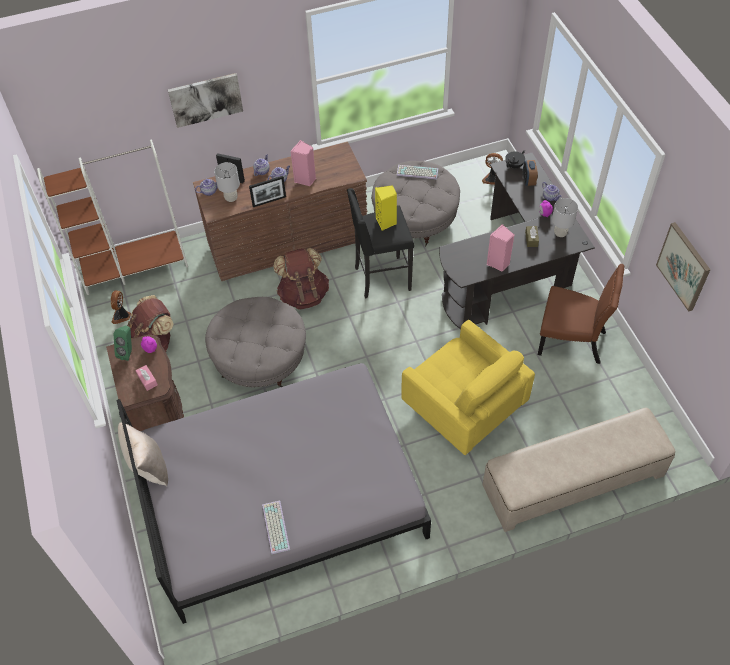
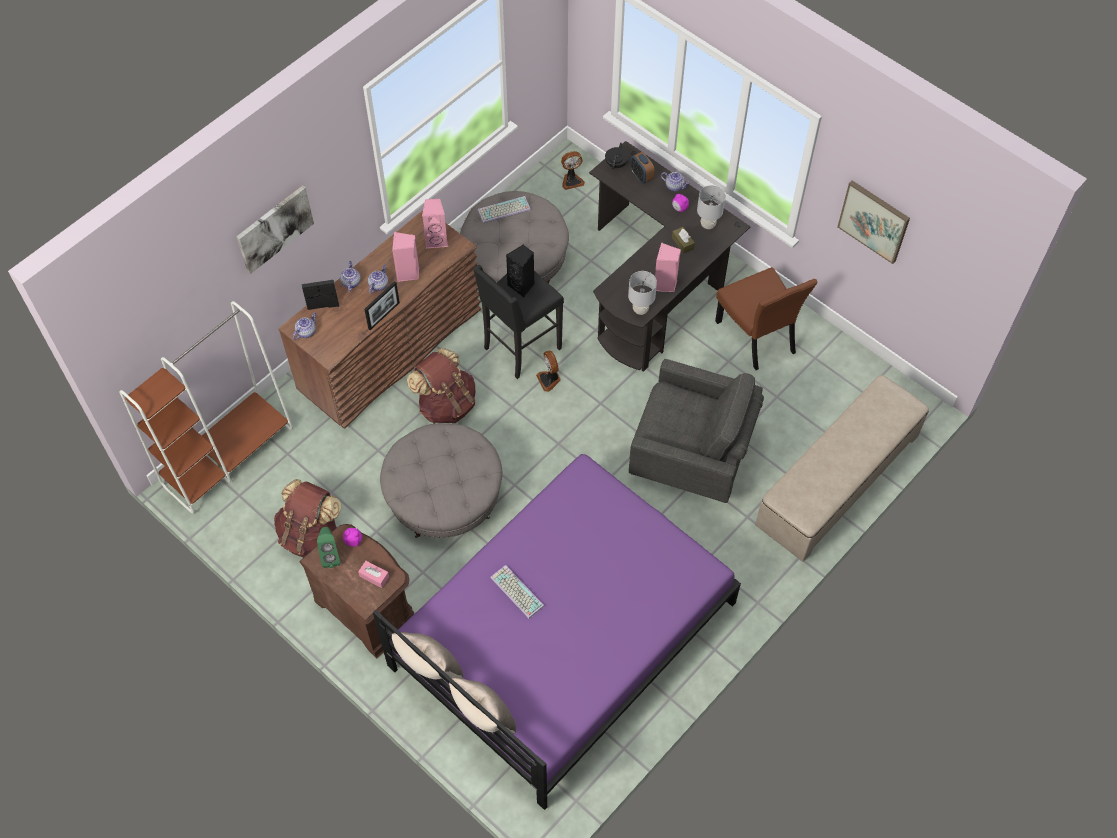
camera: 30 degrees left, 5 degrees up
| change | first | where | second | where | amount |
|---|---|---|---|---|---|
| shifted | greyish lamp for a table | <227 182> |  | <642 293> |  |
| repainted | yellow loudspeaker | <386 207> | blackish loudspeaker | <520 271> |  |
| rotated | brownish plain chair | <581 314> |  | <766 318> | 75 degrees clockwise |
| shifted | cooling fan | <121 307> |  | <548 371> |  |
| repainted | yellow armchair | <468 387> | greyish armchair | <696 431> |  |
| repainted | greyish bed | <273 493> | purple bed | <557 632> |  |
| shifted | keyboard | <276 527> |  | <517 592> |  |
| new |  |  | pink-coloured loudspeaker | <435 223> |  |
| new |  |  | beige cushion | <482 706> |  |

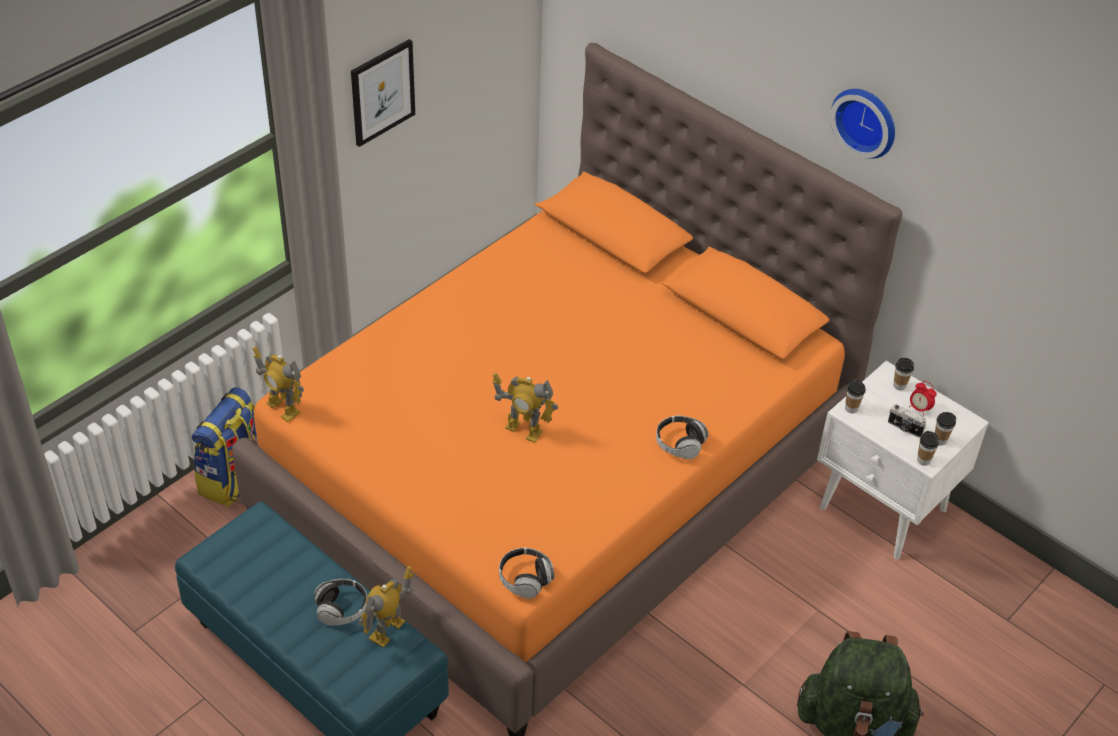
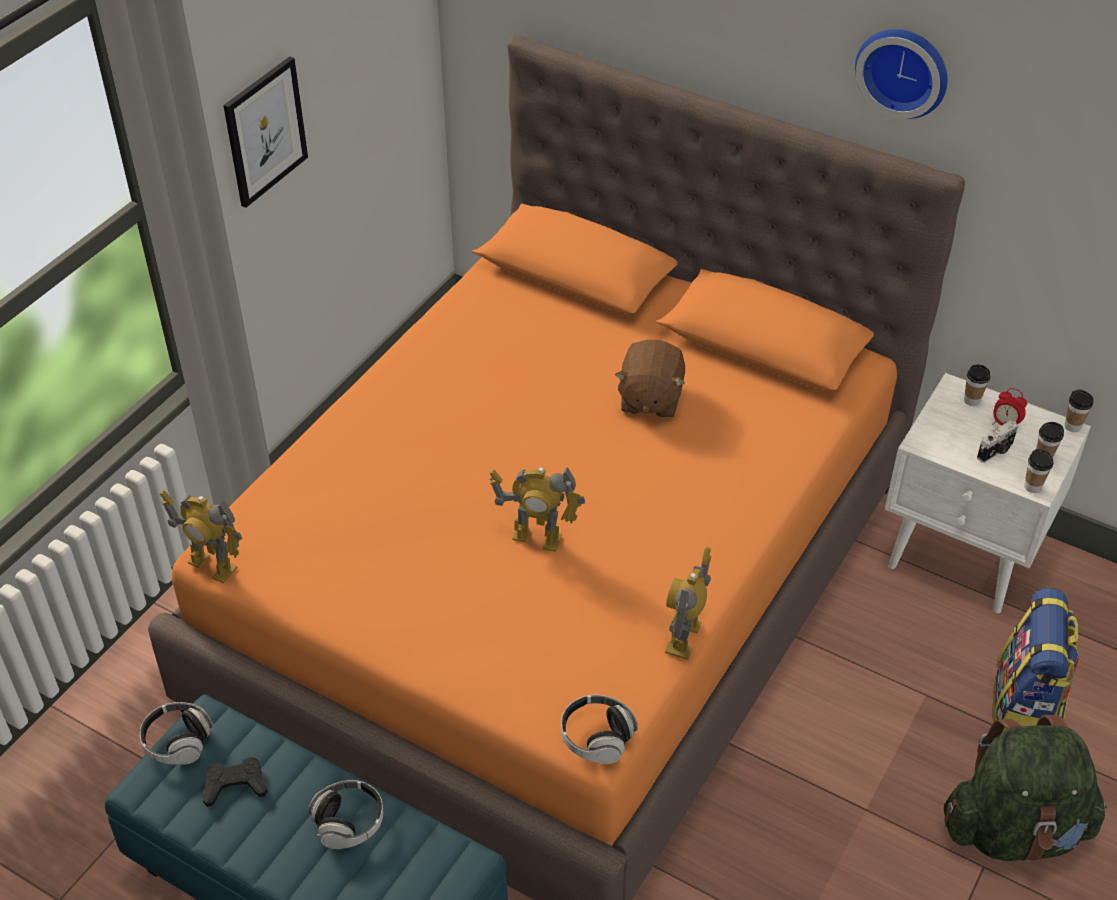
camera: 10 degrees left, 0 degrees up
| change | first | where | second | where | amount |
|---|---|---|---|---|---|
| shifted | cup | <855 396> |  | <1078 411> |  |
| shifted | backpack | <224 447> |  | <1035 659> |  |
| rotated | still camera | <907 421> |  | <997 441> | 60 degrees counterclockwise |
| shifted | pair of headphones | <682 437> |  | <176 733> |  |
| shifted | toy robot | <386 607> |  | <688 603> |  |
| new |  |  | brownish cuddly toy | <650 379> |  |
| new |  |  | blackish gamepad | <235 782> |  |

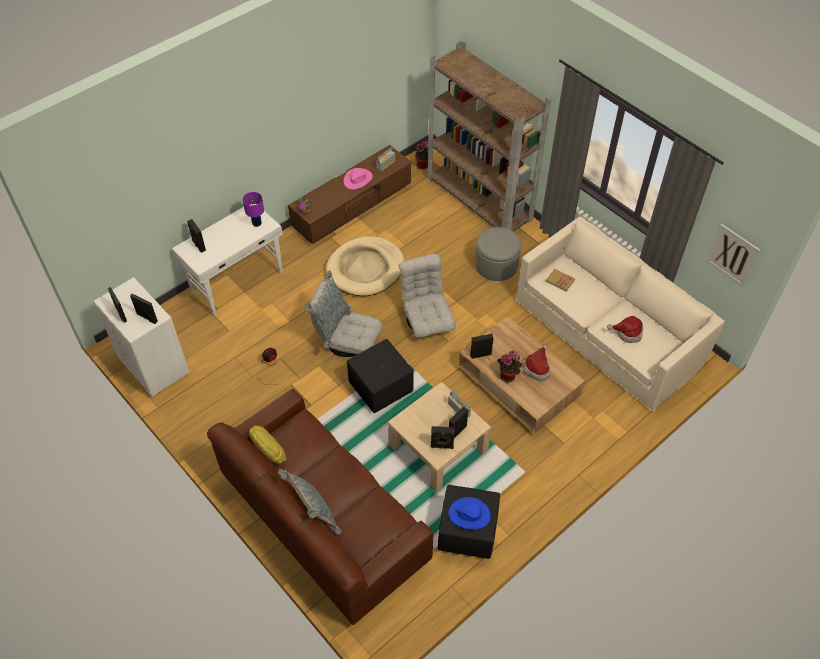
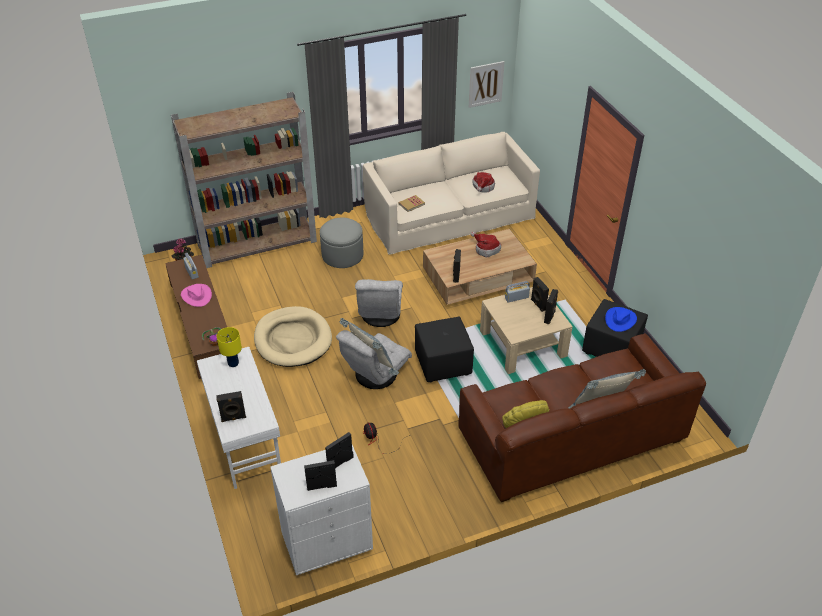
camera: 70 degrees left, 10 degrees down
| change | first | where | second | where | amount |
|---|---|---|---|---|---|
| repainted | purple lamp for a table | <253 209> | yellow lamp for a table | <229 347> |  |
| rotated | greyish armchair | <427 296> |  | <379 303> | 90 degrees counterclockwise |
| gone | houseplant | <509 366> |  |  |  |

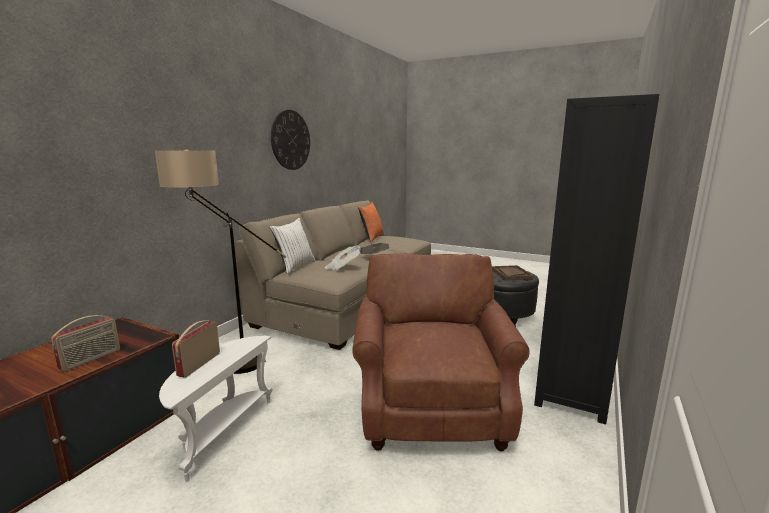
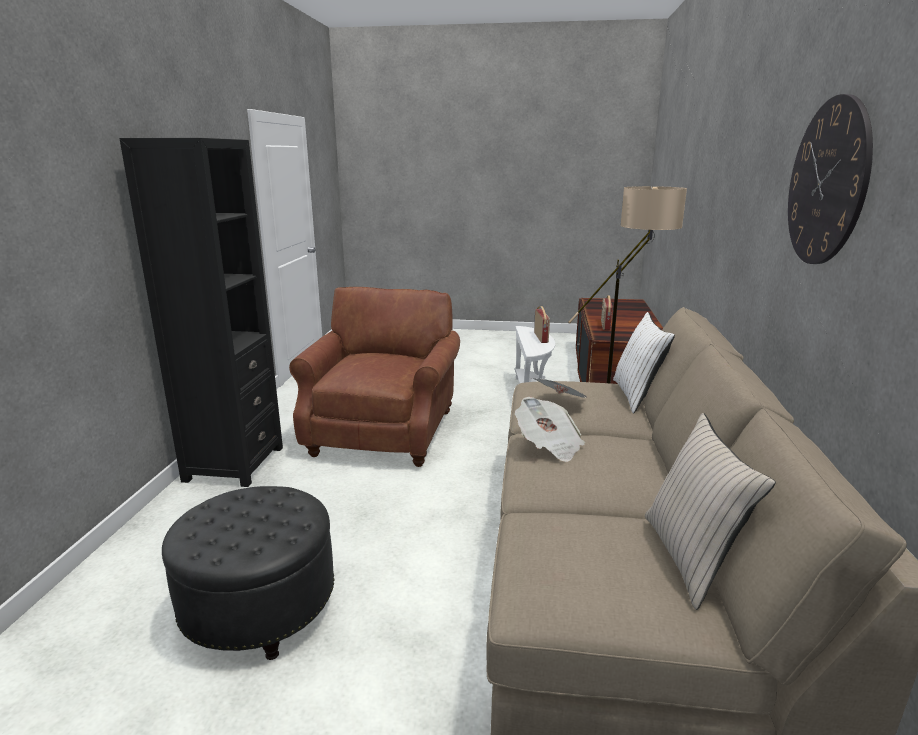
camera: 160 degrees right, 5 degrees up
| change | first | where | second | where | amount |
|---|---|---|---|---|---|
| repainted | orange cushion | <371 222> | beige cushion | <710 511> |  |
| rotated | brownish armchair | <441 352> |  | <374 377> | 150 degrees counterclockwise |
| gone | brownish serving tray | <513 272> |  |  |  |

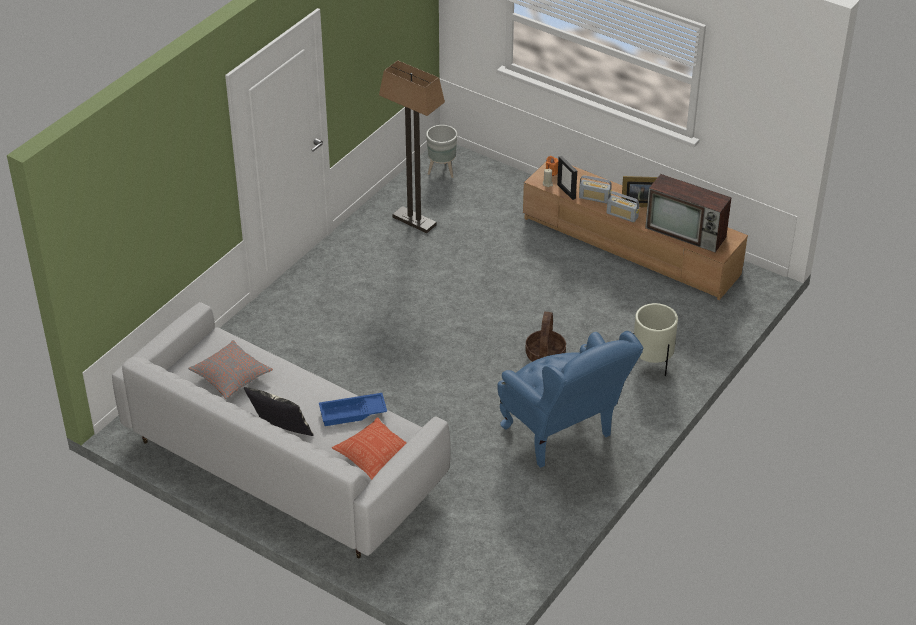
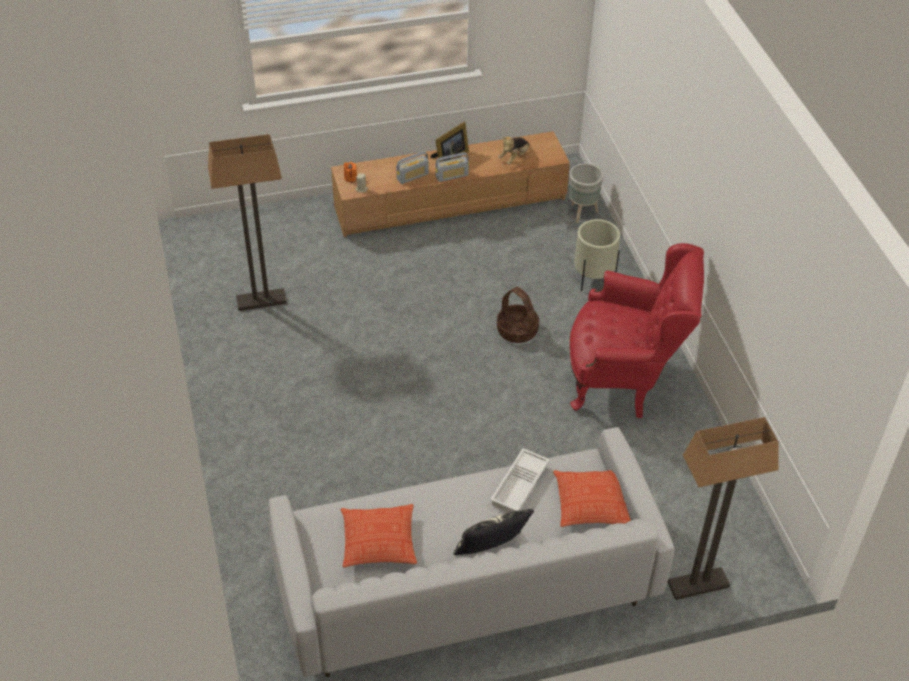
camera: 50 degrees left, 5 degrees up
| change | first | where | second | where | amount |
|---|---|---|---|---|---|
| shifted | greyish planter | <441 151> |  | <586 193> |  |
| gone | picture frame | <567 178> |  |  |  |
| swapped | TV | <688 213> | cuddly toy | <514 150> |  |
| repainted | blue-coloured armchair | <570 399> | reddish armchair | <637 330> |  |
| repainted | greyish cushion | <230 369> | orange cushion | <379 535> |  |
| repainted | blue-coloured serving tray | <353 409> | white serving tray | <520 480> |  |
| new |  |  | floor lamp | <723 508> |  |

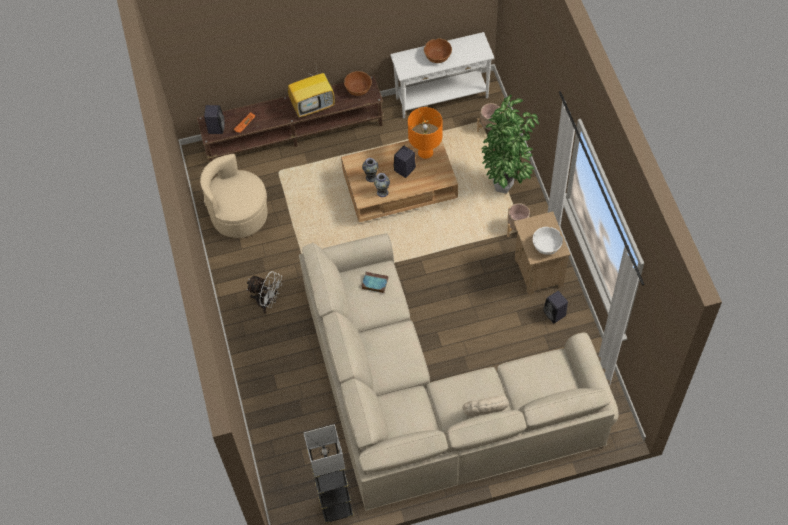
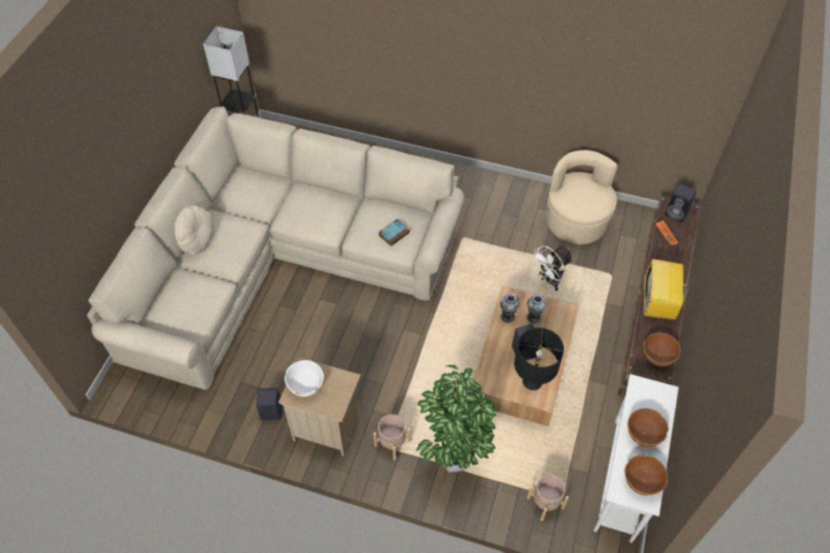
camera: 120 degrees right, 5 degrees down
| change | first | where | second | where | amount |
|---|---|---|---|---|---|
| repainted | orange lamp for a table | <425 133> | blackish lamp for a table | <539 359> |  |
| rotated | beige armchair | <234 196> |  | <581 197> | 60 degrees counterclockwise |
| shifted | white cooling fan | <264 292> |  | <552 268> |  |
| new |  |  | brownish deep dish | <646 475> |  |

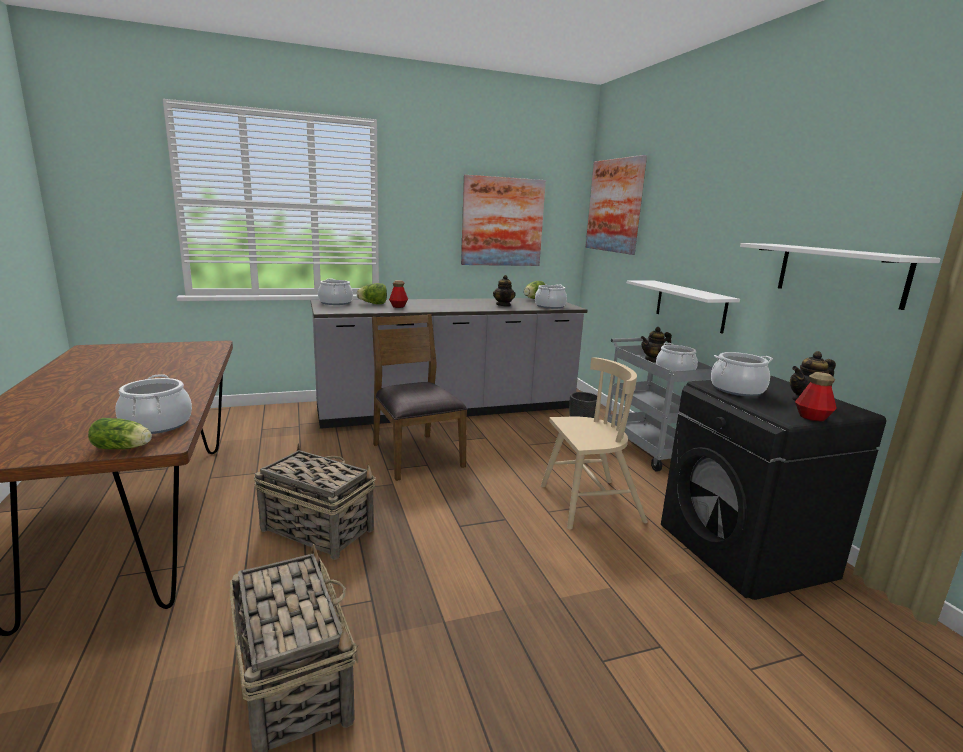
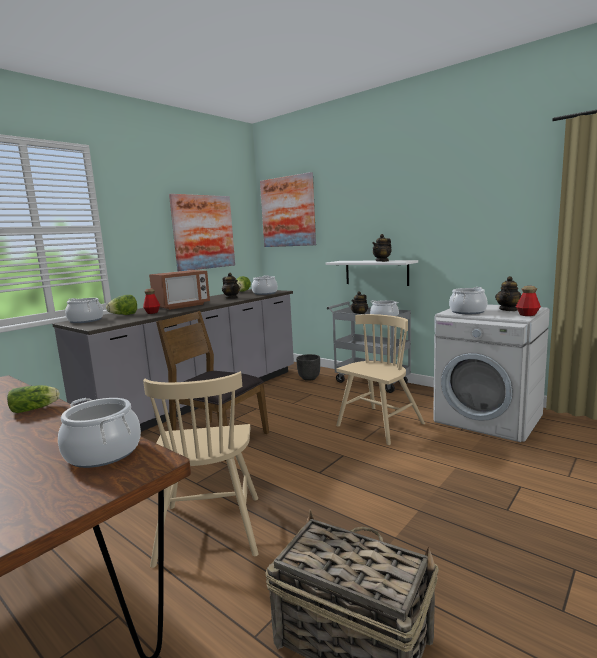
camera: 30 degrees left, 5 degrees down
| change | first | where | second | where | amount |
|---|---|---|---|---|---|
| gone | white bracket shelf | <840 276> |  |  |  |
| repainted | blackish laundry machine | <773 488> | white laundry machine | <491 373> |  |
| shifted | lettuce head | <120 433> |  | <33 399> |  |
| swapped | household basket | <315 501> | beige plain chair | <200 469> |  |
| new |  |  | teapot | <382 248> |  |
| new |  |  | microwave oven | <179 290> |  |

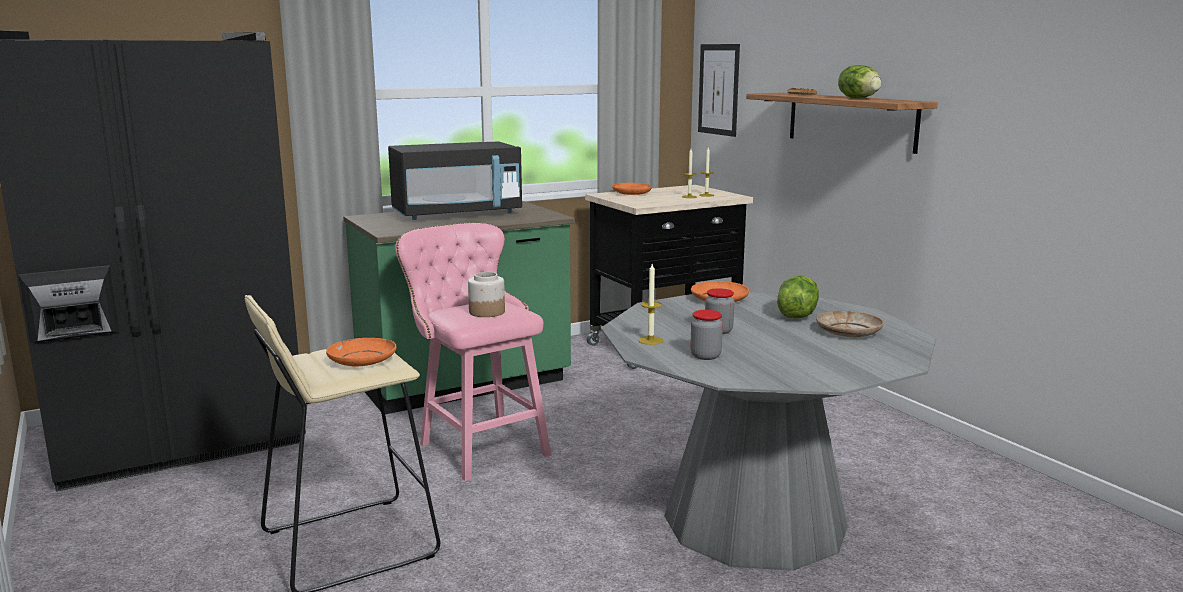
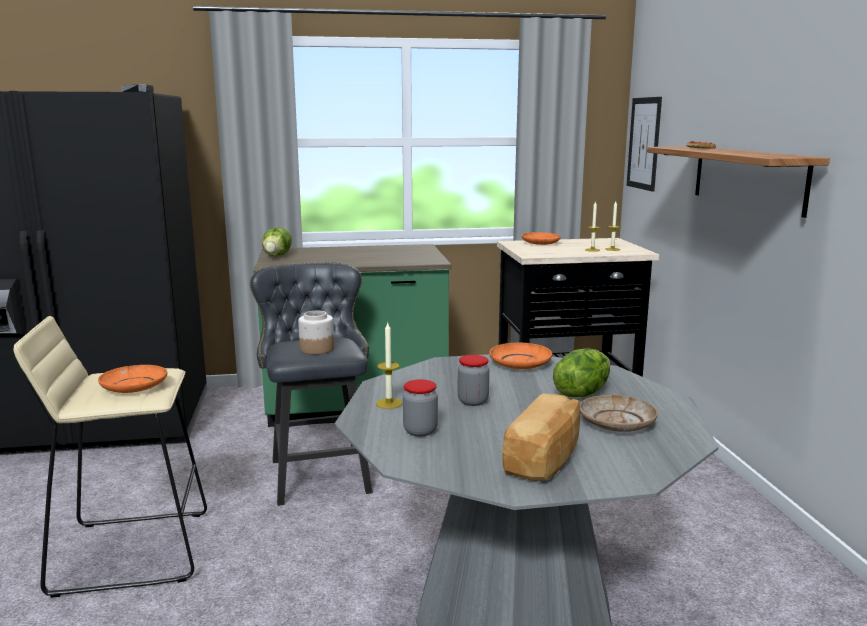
camera: 20 degrees right, 0 degrees up
| change | first | where | second | where | amount |
|---|---|---|---|---|---|
| shifted | lettuce head | <859 81> |  | <277 241> |  |
| gone | blackish microwave oven | <455 180> |  |  |  |
| repainted | pink-coloured sitting stool | <473 351> | greyish sitting stool | <311 384> |  |
| new |  |  | bread | <541 437> |  |

